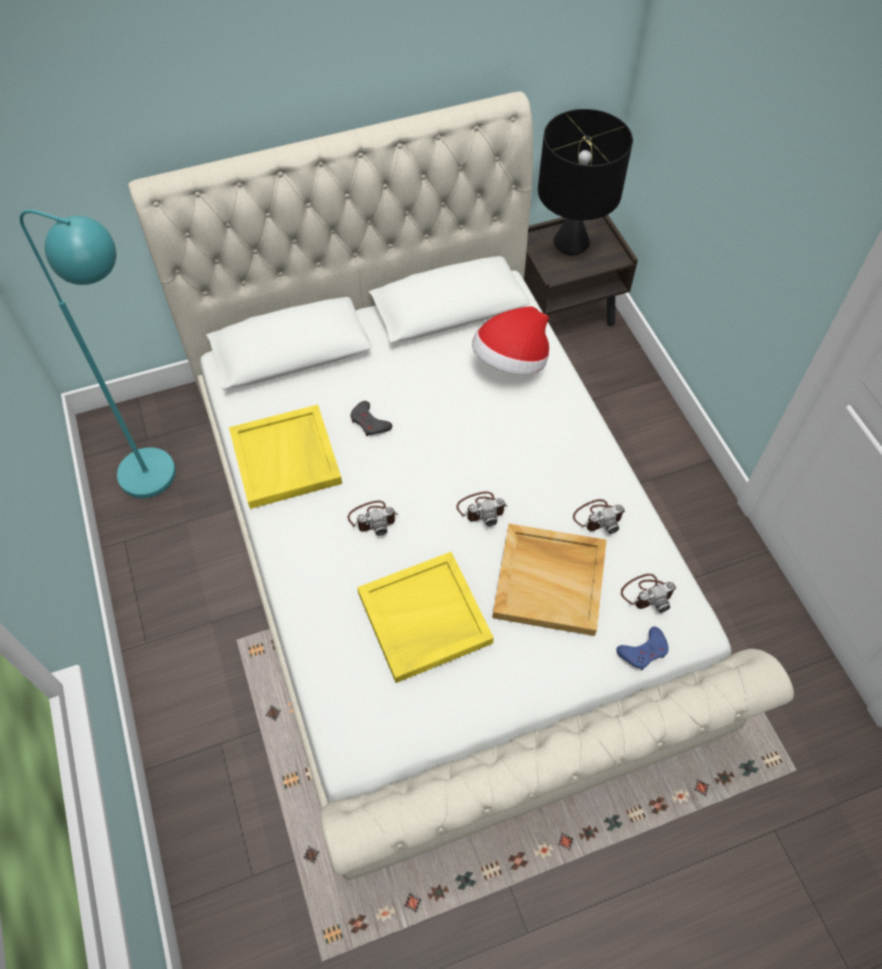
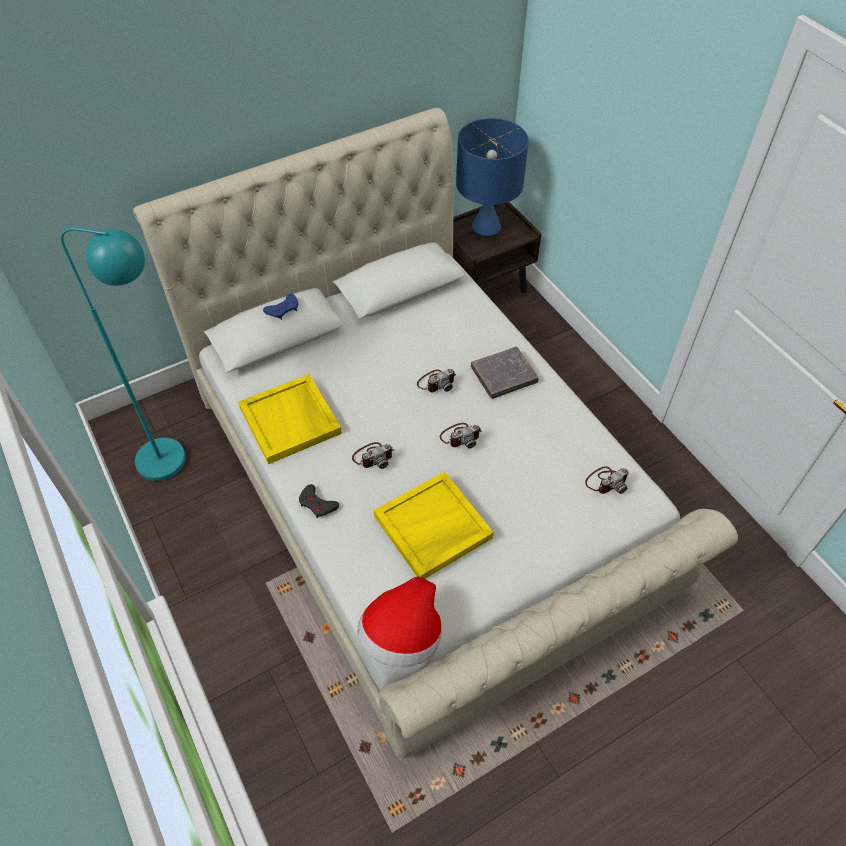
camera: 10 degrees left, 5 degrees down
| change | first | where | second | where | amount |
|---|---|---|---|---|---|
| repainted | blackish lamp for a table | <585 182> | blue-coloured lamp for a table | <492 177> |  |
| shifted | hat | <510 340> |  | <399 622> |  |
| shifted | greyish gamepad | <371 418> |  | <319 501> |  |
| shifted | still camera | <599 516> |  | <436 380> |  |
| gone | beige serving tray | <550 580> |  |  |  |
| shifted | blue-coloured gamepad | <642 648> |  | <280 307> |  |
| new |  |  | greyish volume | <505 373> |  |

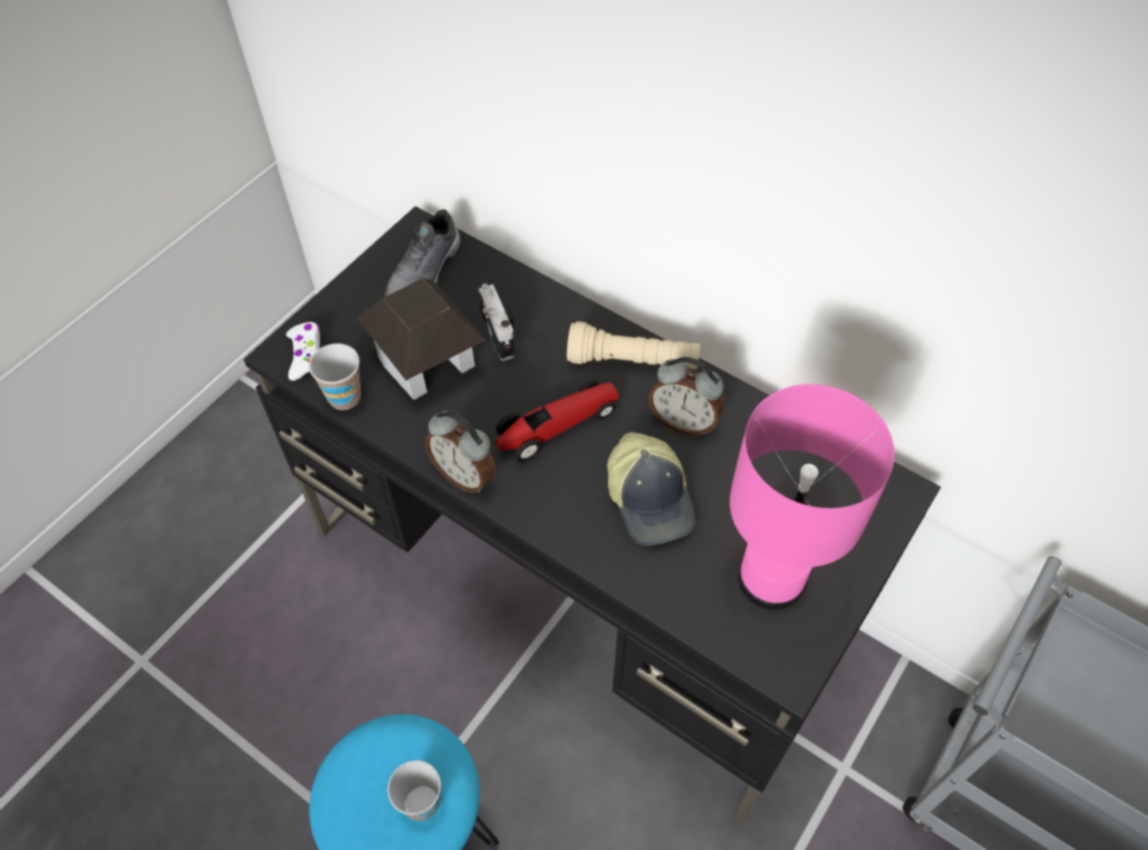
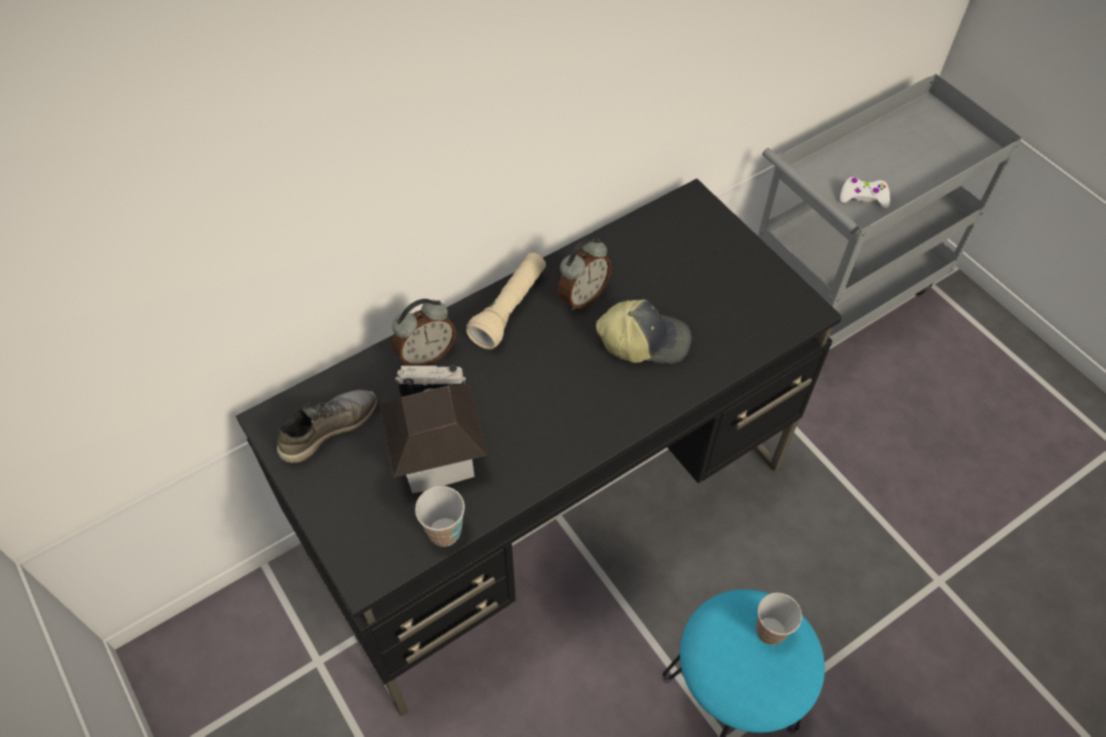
camera: 70 degrees left, 0 degrees up
| change | first | where | second | where | amount |
|---|---|---|---|---|---|
| rotated | greyish shoe | <422 252> |  | <327 426> | 90 degrees counterclockwise |
| shifted | white gamepad | <303 351> |  | <865 192> |  |
| gone | model car | <557 421> |  |  |  |
| gone | pink-coloured lamp for a table | <812 497> |  |  |  |
| shifted | bedside clock | <460 452> |  | <424 332> |  |

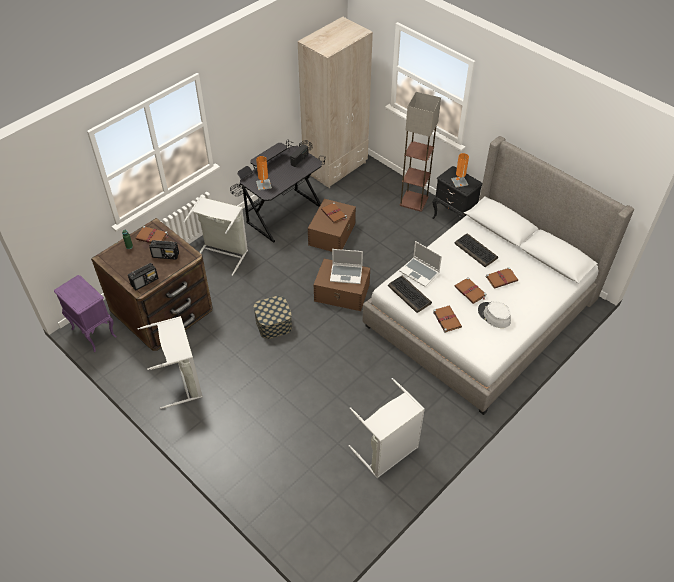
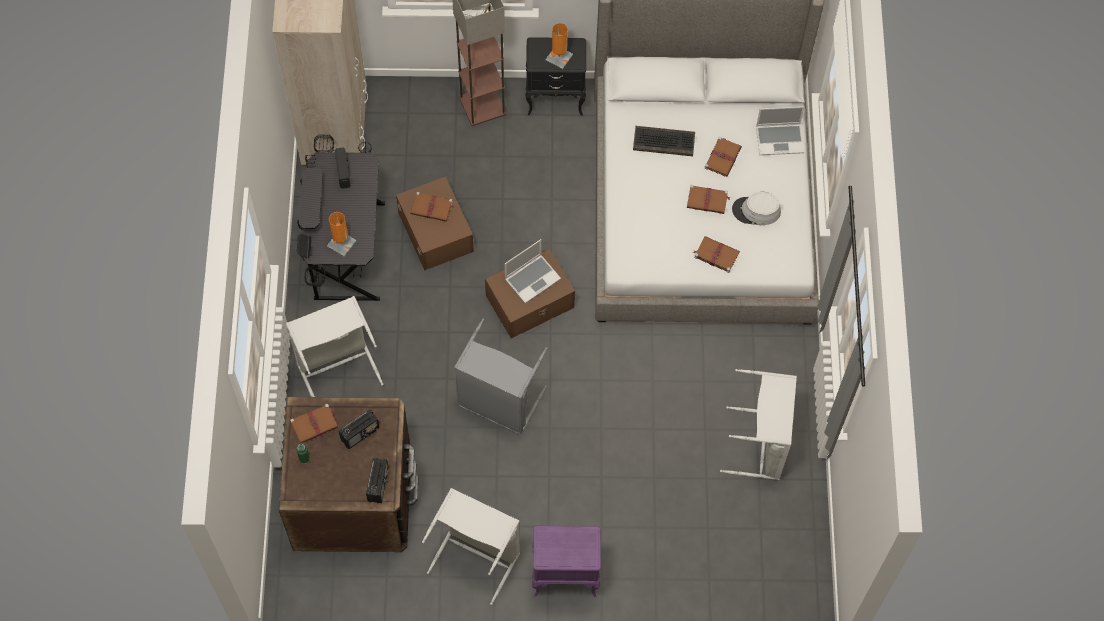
camera: 45 degrees left, 15 degrees up
| change | first | where | second | where | amount |
|---|---|---|---|---|---|
| shifted | portable computer | <420 264> |  | <780 130> |  |
| shifted | purple night table | <85 313> |  | <566 561> |  |
| gone | keyboard | <410 294> |  |  |  |
| swapped | storage bin | <273 317> | greyish laundry basket | <501 376> |  |

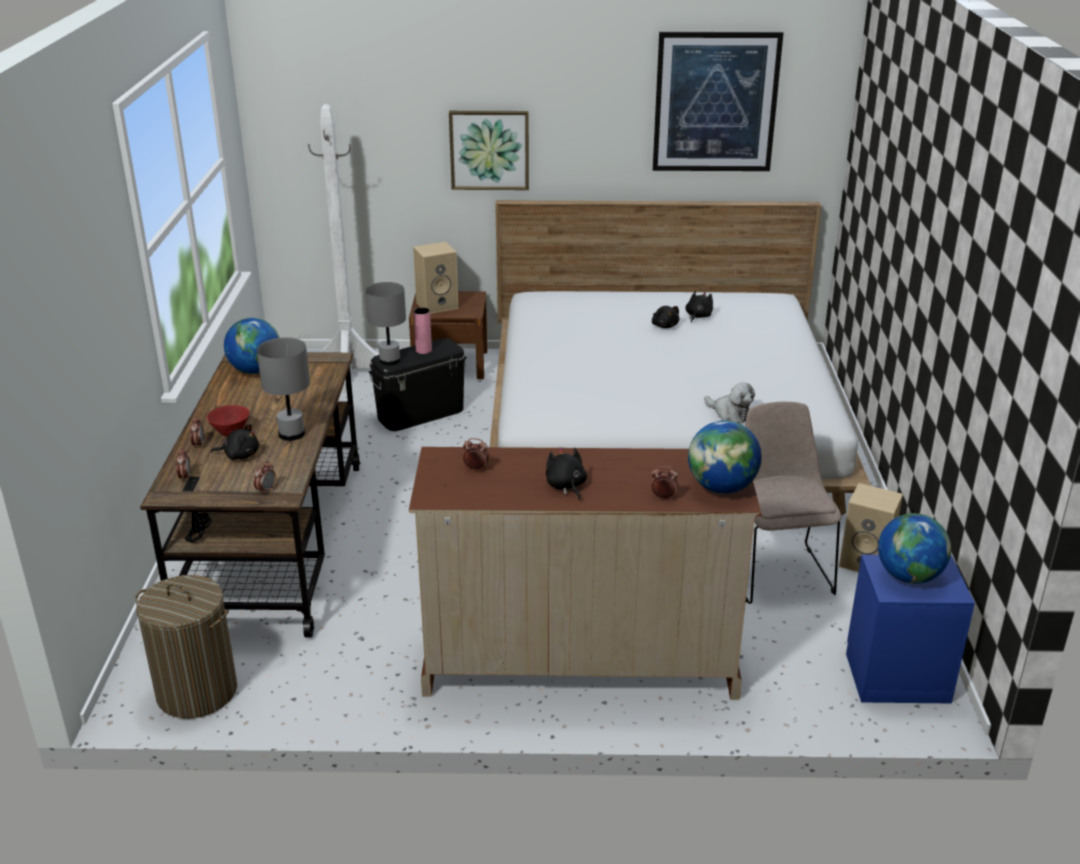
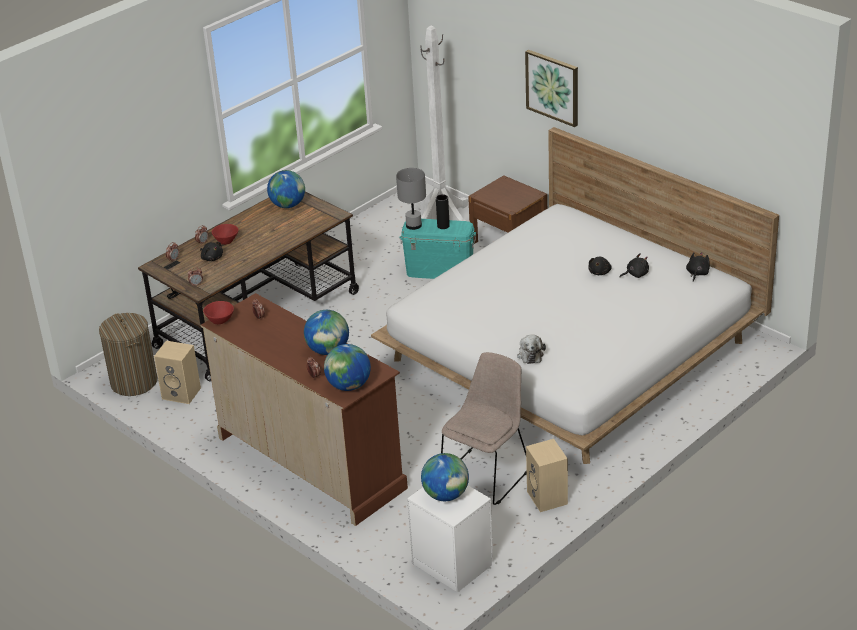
camera: 45 degrees right, 5 degrees up
| change | first | where | second | where | amount |
|---|---|---|---|---|---|
| gone | wall picture | <718 101> |  |  |  |
| shifted | beige loudspeaker | <436 278> |  | <177 372> |  |
| repainted | pink-coloured flower vase | <423 331> | blackish flower vase | <443 211> |  |
| gone | greyish lamp for a table | <283 389> |  |  |  |
| repainted | blackish storage bin | <418 384> | turquoise storage bin | <438 249> |  |
| shifted | blackish cuddly toy | <566 473> |  | <698 267> |  |
| repainted | blue-coloured night table | <910 629> | white night table | <450 539> |  |
| new |  |  | reddish deep dish | <218 312> |  |
| new |  |  | globe | <326 332> |  |

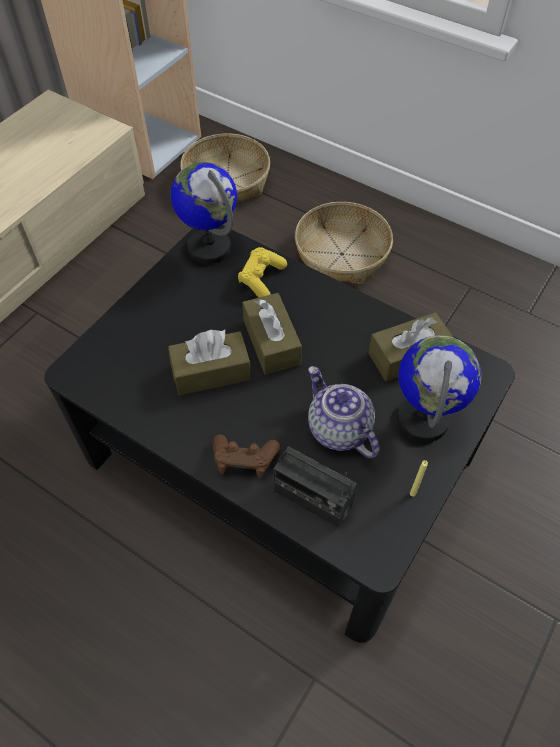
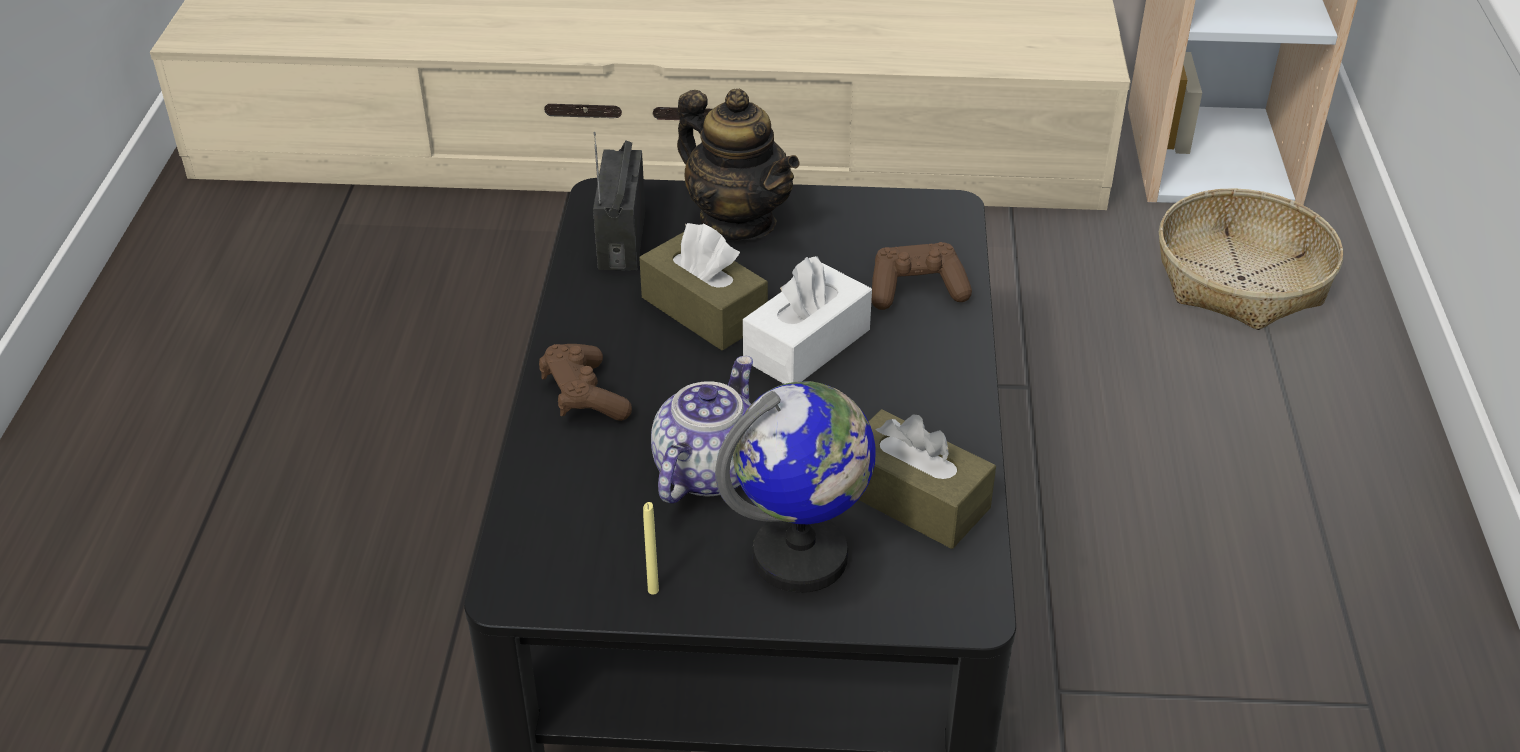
camera: 60 degrees right, 15 degrees down
| change | first | where | second | where | amount |
|---|---|---|---|---|---|
| gone | globe | <204 213> |  |  |  |
| gone | household basket | <344 243> |  |  |  |
| repainted | yellow gamepad | <262 272> | brownish gamepad | <922 276> |  |
| repainted | brownish tissue box | <272 334> | white tissue box | <807 320> |  |
| shifted | radio set | <315 487> |  | <619 201> |  |
| new |  |  | teapot | <738 165> |  |

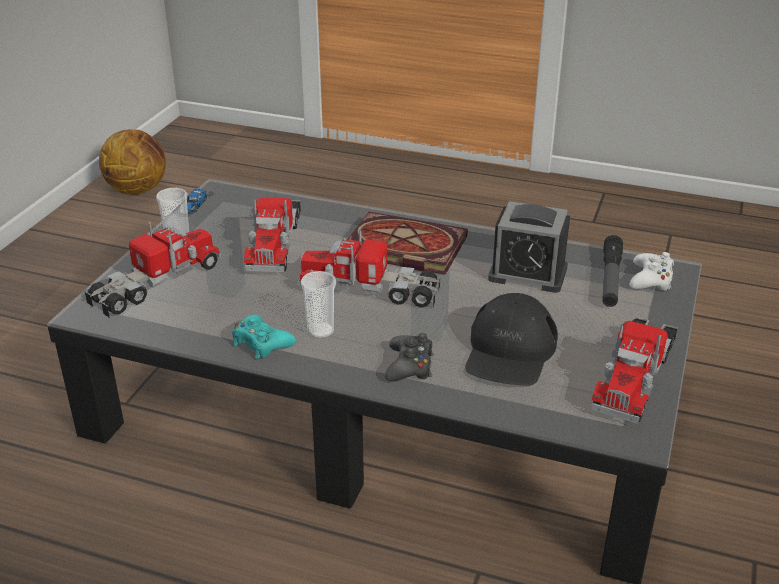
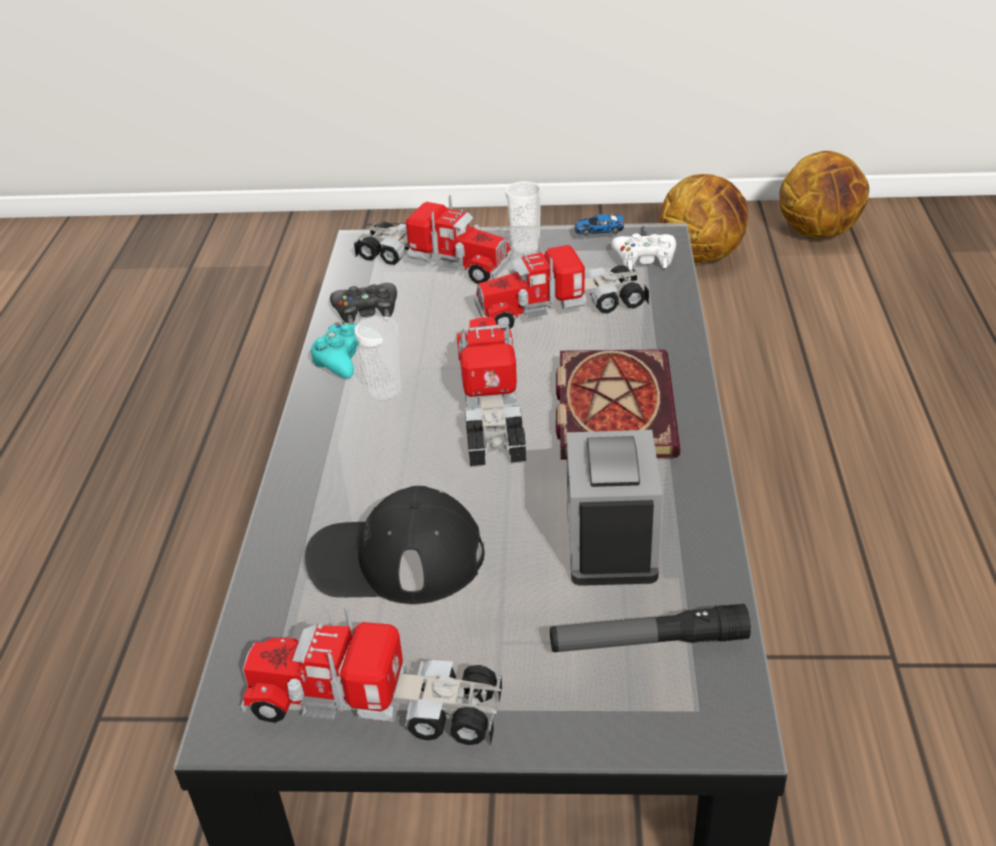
camera: 75 degrees right, 5 degrees up
| change | first | where | second | where | amount |
|---|---|---|---|---|---|
| shifted | white gamepad | <652 271> |  | <643 252> |  |
| shifted | blackish gamepad | <409 357> |  | <363 303> |  |
| new |  |  | basketball ball | <703 218> |  |

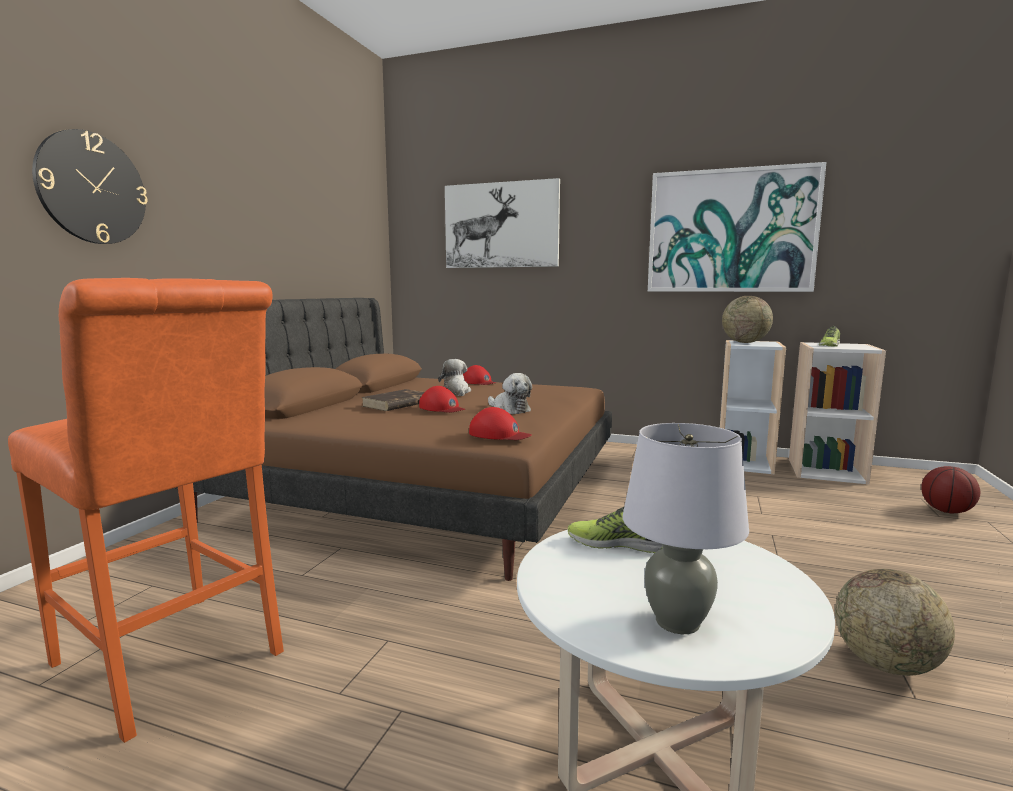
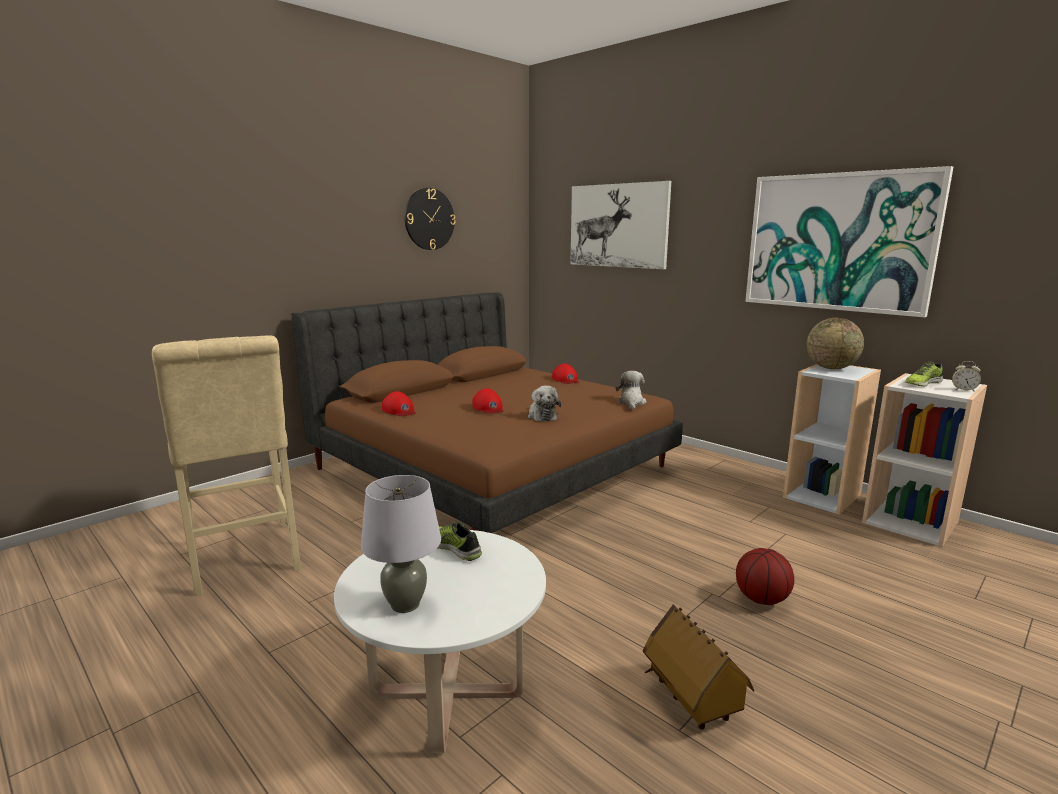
camera: 25 degrees right, 5 degrees up
| change | first | where | second | where | amount |
|---|---|---|---|---|---|
| shifted | clock on the wall | <90 186> |  | <430 219> |  |
| repainted | orange sitting stool | <146 510> | beige sitting stool | <226 465> |  |
| shifted | cuddly toy | <454 377> |  | <631 390> |  |
| gone | brownish volume | <393 400> |  |  |  |
| shifted | reddish peaked cap | <500 423> |  | <399 403> |  |
| shifted | basketball ball | <950 489> |  | <765 576> |  |
| swapped | globe | <895 622> | miniature house | <698 667> |  |
| new |  |  | bedside clock | <966 376> |  |

